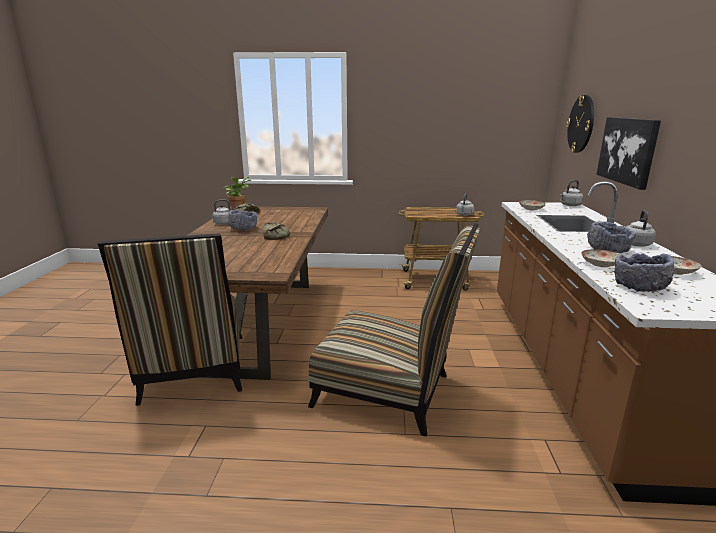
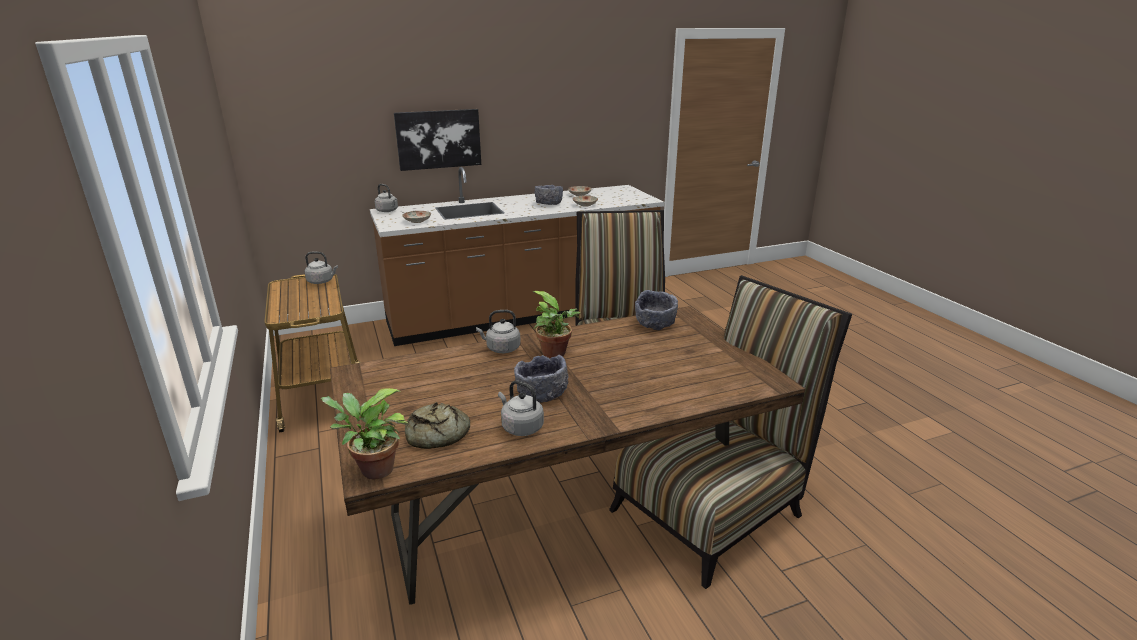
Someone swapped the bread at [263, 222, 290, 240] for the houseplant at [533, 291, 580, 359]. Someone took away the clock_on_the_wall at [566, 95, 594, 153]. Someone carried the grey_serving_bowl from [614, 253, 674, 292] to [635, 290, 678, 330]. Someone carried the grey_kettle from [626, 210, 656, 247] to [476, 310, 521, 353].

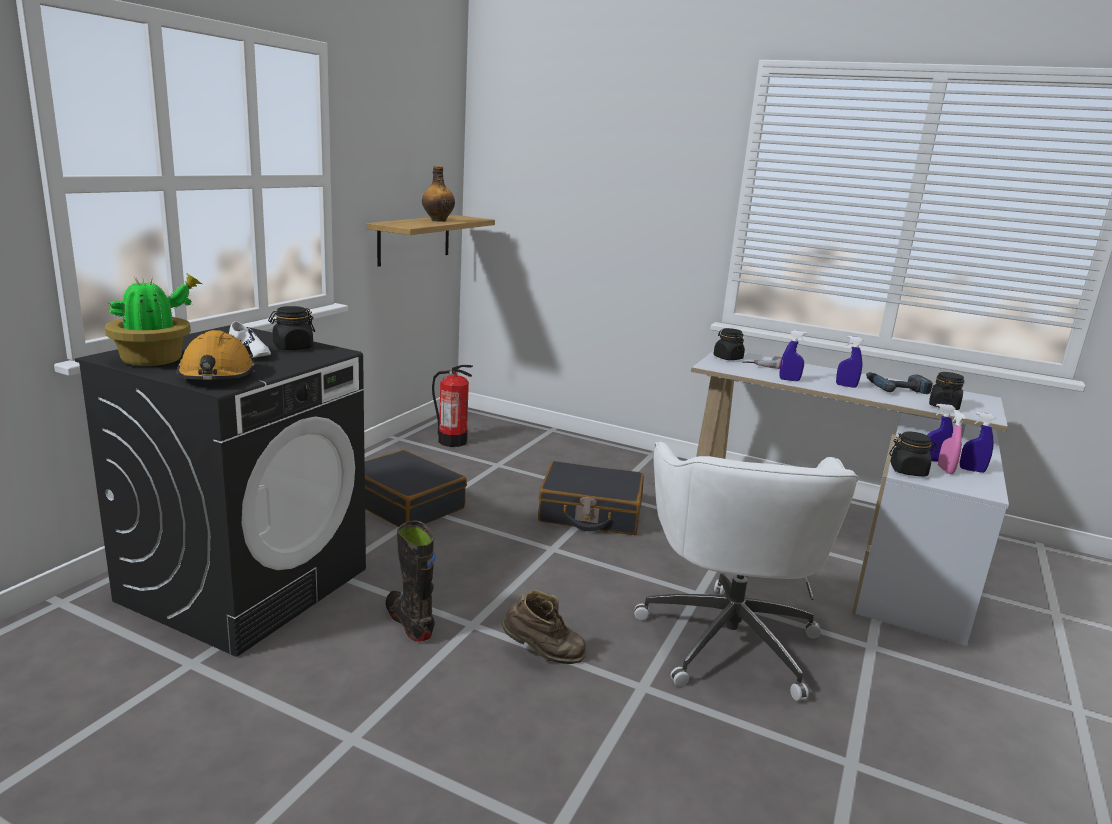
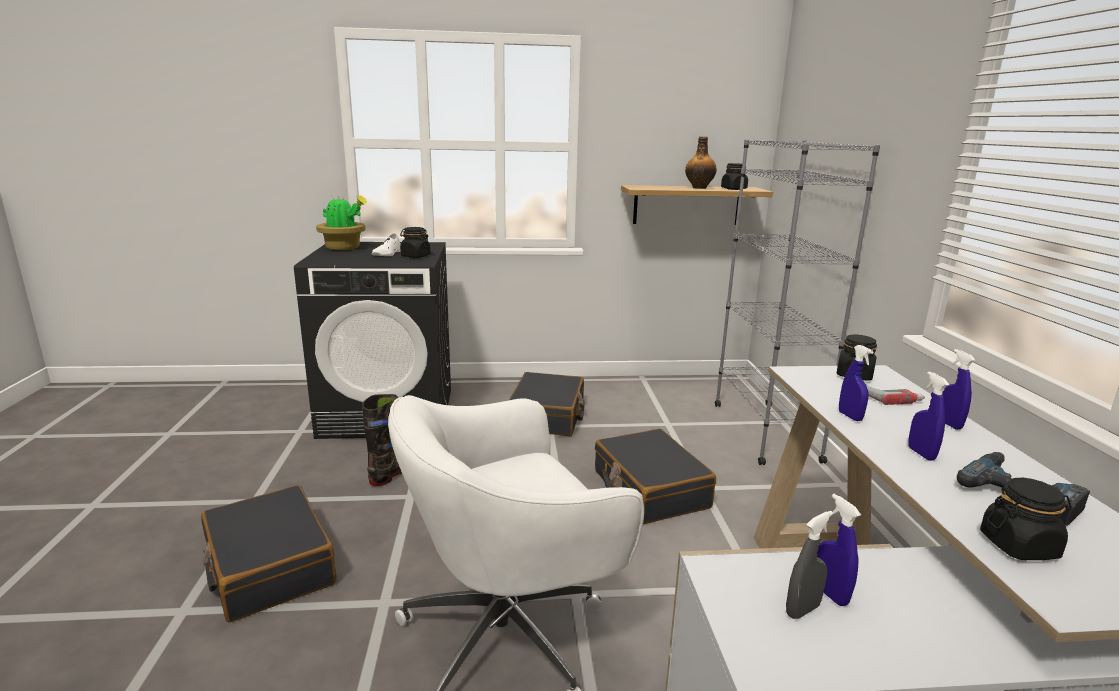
Someone took away the orange-coloured_hard_hat at [177, 330, 255, 380]. Someone took away the extinguisher at [432, 365, 473, 447]. Someone took away the brownish_tall_boot at [502, 590, 587, 664]. Someone carried the black-coloured_storage_jar from [889, 432, 938, 477] to [721, 163, 748, 190]. Someone repainted the pink-coloured_hand_sprayer at [938, 410, 966, 474], which became the grey_hand_sprayer at [786, 511, 833, 619]. Someone carried the blue_hand_sprayer from [960, 412, 996, 473] to [942, 349, 975, 430]. Someone put down the black-coloured_travel_case at [201, 485, 336, 622]. Someone put down the grey_bookshelf at [715, 139, 880, 465].

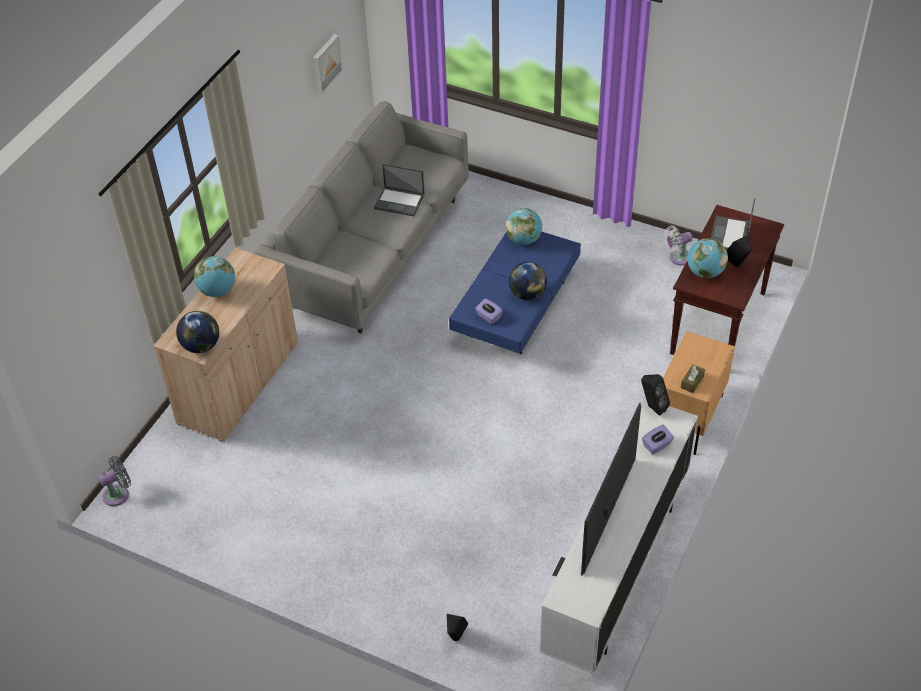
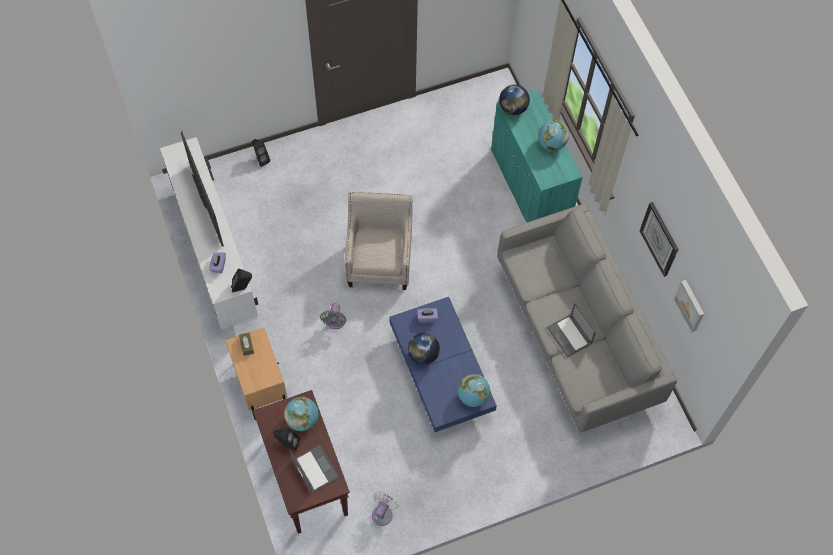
Someone carried the grey_electric_fan from [98, 456, 131, 506] to [320, 303, 346, 329]. Someone repainted the sand-coloured_cabinet at [153, 248, 298, 442], which became the turquoise-coloured_cabinet at [491, 89, 583, 223]. Someone rotated the laptop at [374, 164, 425, 216] by 90 degrees counterclockwise. Someone put down the sand-coloured_armchair at [345, 192, 413, 290]. Someone put up the clock_on_the_wall at [640, 202, 678, 277].

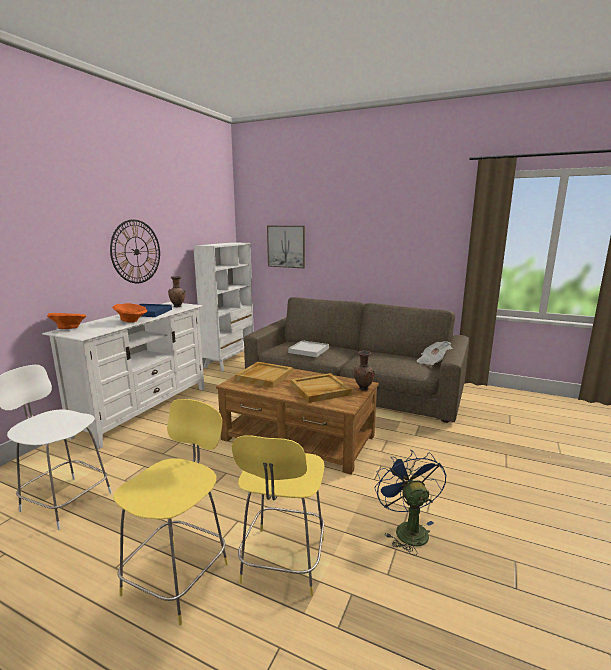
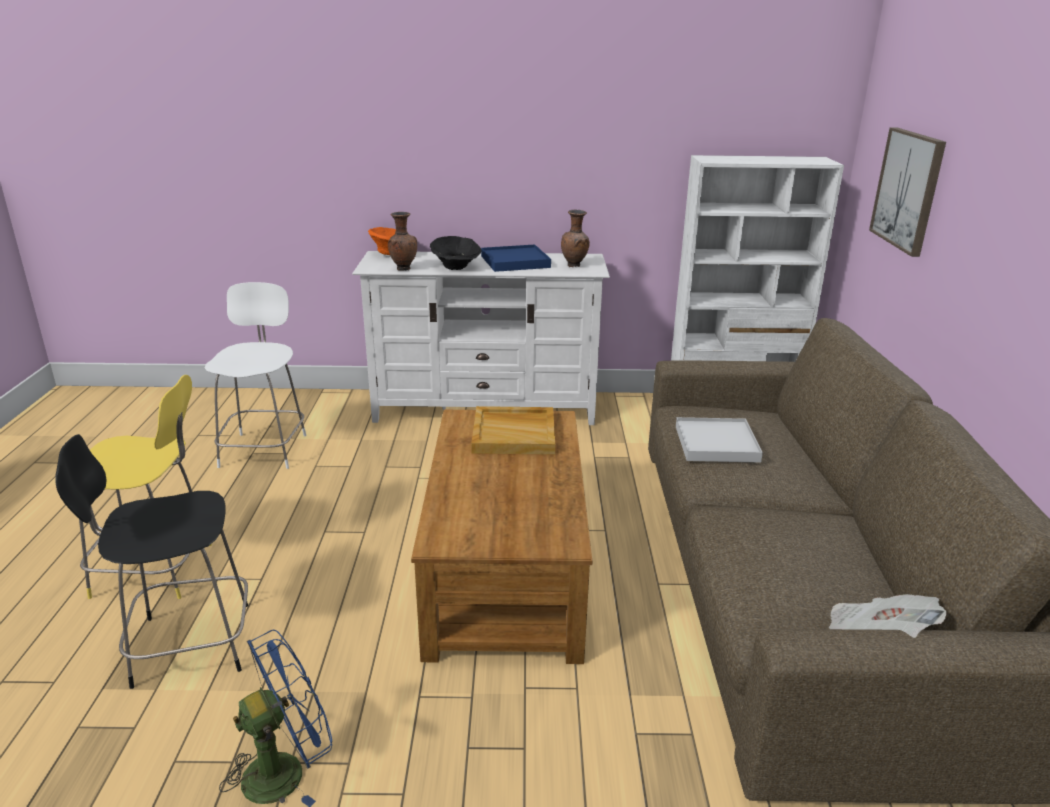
Someone took away the clock_on_the_wall at [110, 219, 160, 283]. Someone repainted the orange-coloured_serving_bowl at [112, 303, 147, 323], which became the black-coloured_serving_bowl at [430, 236, 482, 270]. Someone repainted the yellowish_stool_seat at [232, 435, 325, 596], which became the black-coloured_stool_seat at [55, 434, 248, 689]. Someone took away the sand-coloured_tray at [291, 373, 352, 403]. Someone carried the brownish_flower_vase from [354, 351, 375, 391] to [388, 212, 417, 271].

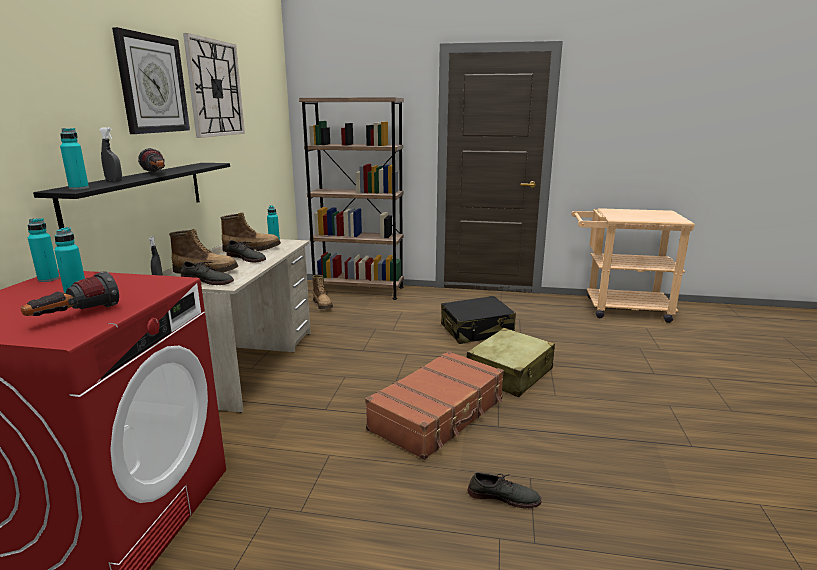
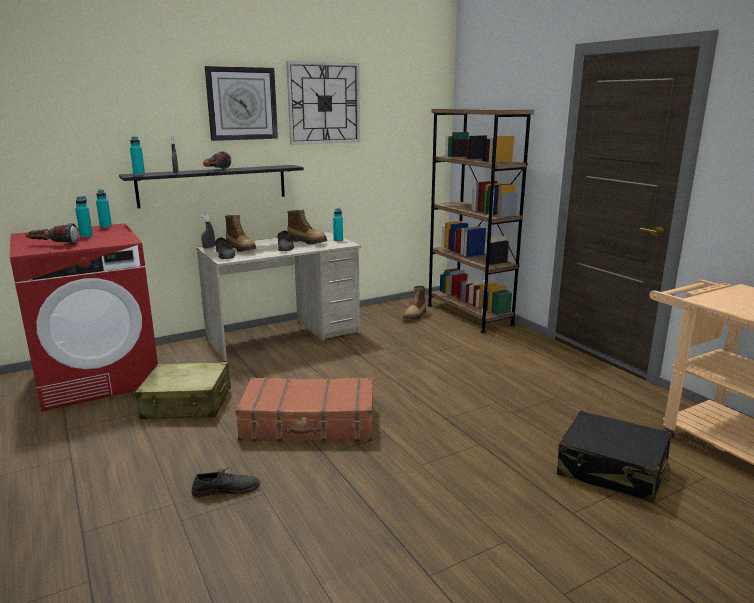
Someone carried the black-coloured_travel_case from [441, 296, 516, 344] to [557, 411, 672, 503]. Someone carried the sand-coloured_travel_case from [467, 328, 555, 397] to [135, 362, 231, 419]. Someone rotated the grey_item_of_footwear at [467, 473, 542, 508] by 75 degrees counterclockwise.

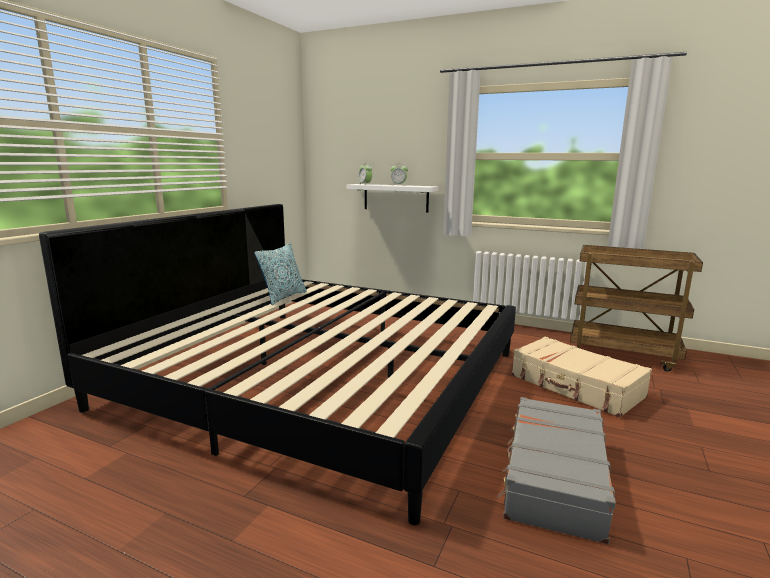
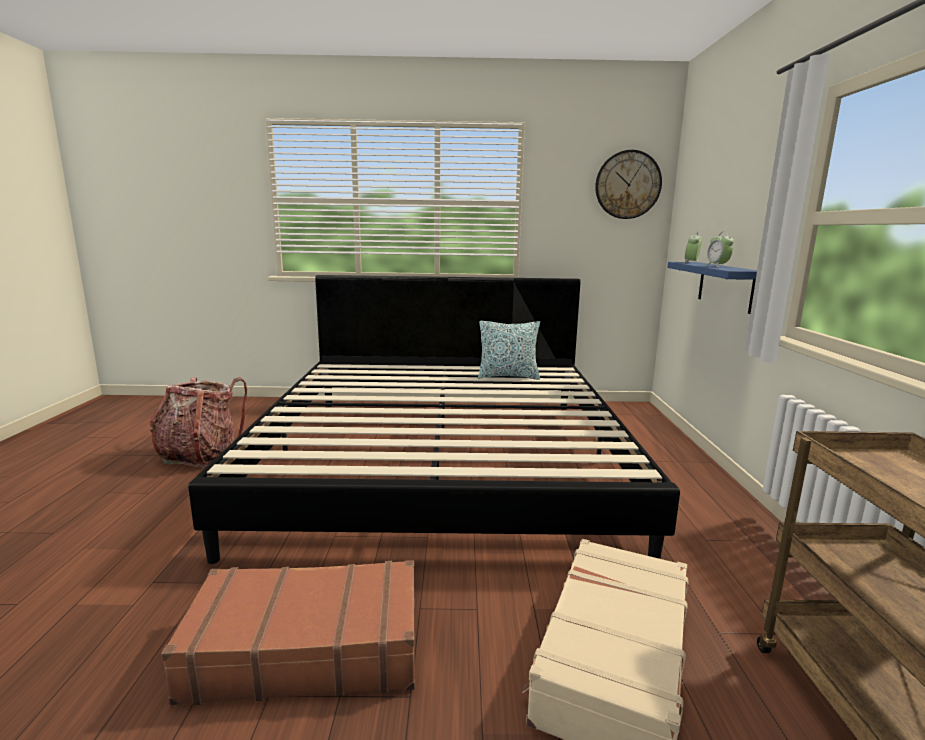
Someone repainted the white_wall_shelf at [347, 184, 438, 213], which became the blue_wall_shelf at [667, 262, 757, 314]. Someone repainted the grey_travel_case at [497, 397, 616, 544], which became the brownish_travel_case at [161, 560, 415, 705]. Someone put down the backpack at [150, 377, 247, 468]. Someone put up the clock_on_the_wall at [595, 150, 662, 219].

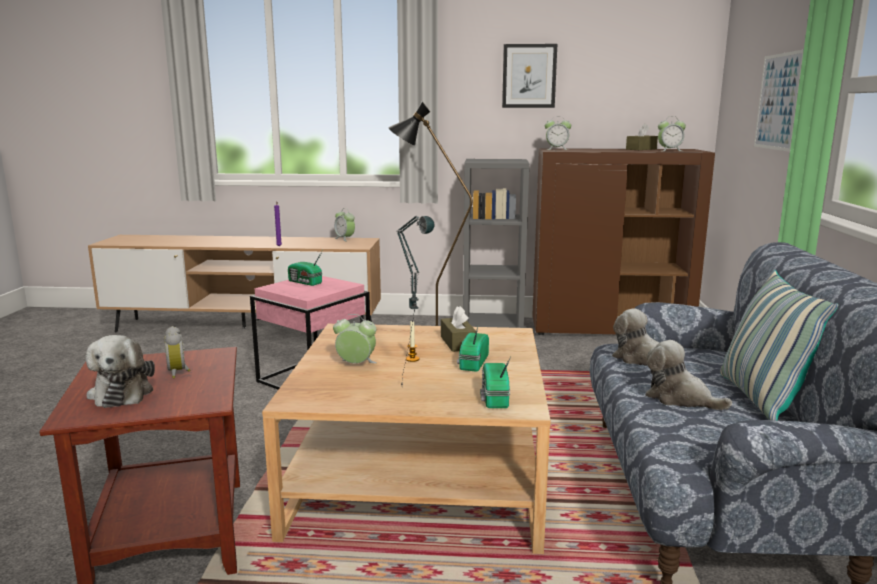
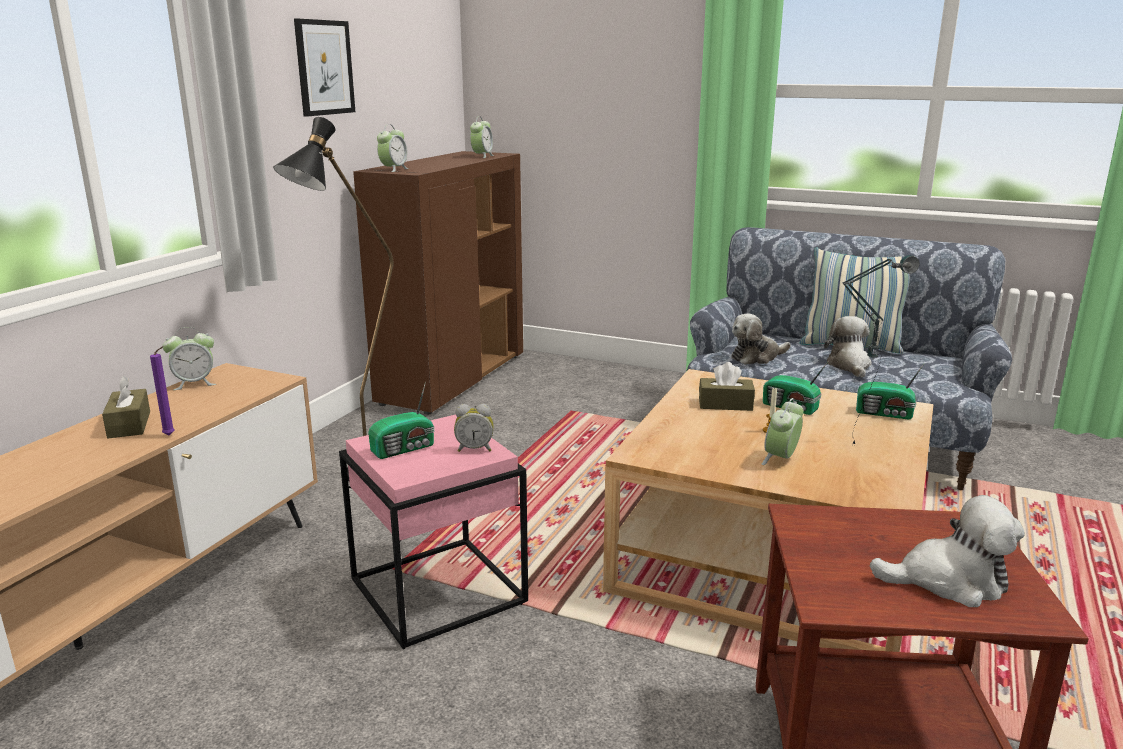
Someone carried the bedside_clock from [164, 326, 190, 378] to [454, 404, 494, 452]. Someone took away the grey_bookshelf at [463, 159, 529, 328]. Someone carried the brownish_box_of_tissues from [626, 123, 658, 150] to [102, 376, 150, 438]. Someone rotated the plush_toy at [645, 340, 732, 410] by 120 degrees clockwise. Someone took away the wall_art at [754, 49, 804, 152].

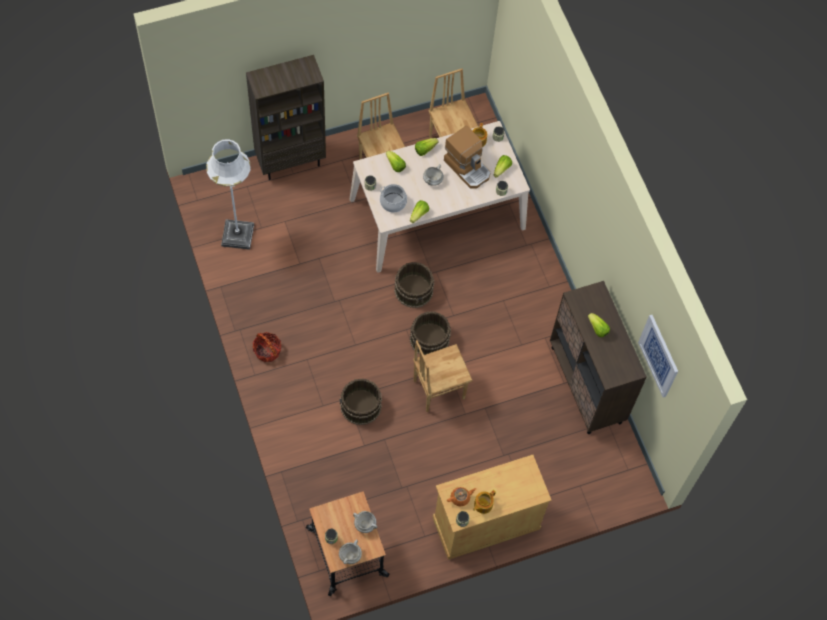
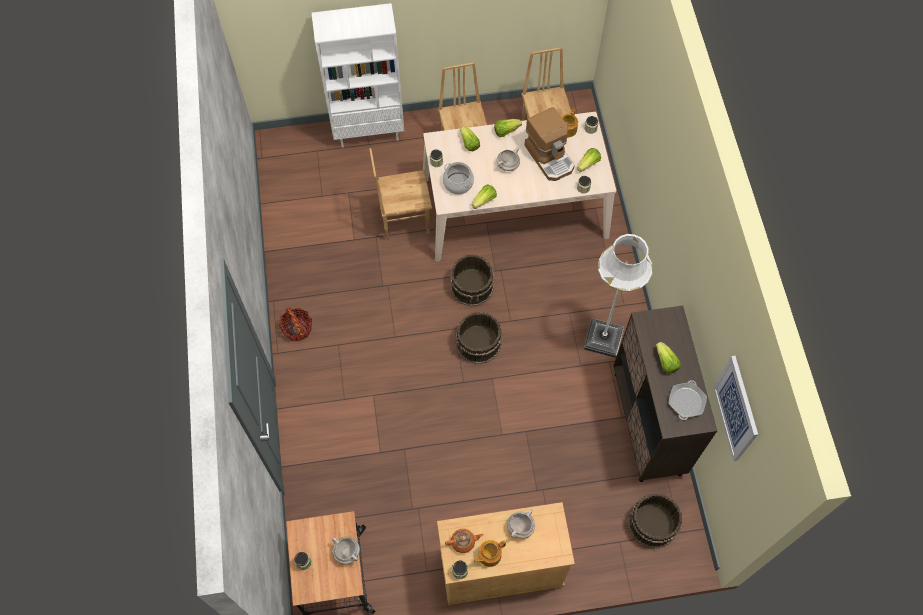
Someone carried the white_standard_lamp from [206, 139, 254, 250] to [584, 234, 652, 358]. Someone repainted the brownish_bookshelf at [246, 55, 326, 180], which became the white_bookshelf at [312, 3, 404, 148]. Someone carried the brownish_pail from [339, 378, 382, 425] to [628, 494, 682, 548]. Someone carried the white_stockpot from [339, 539, 362, 564] to [507, 510, 535, 539]. Someone carried the brownish_upright_chair from [413, 340, 473, 412] to [369, 148, 432, 241]. Someone put down the pan at [669, 380, 707, 420].

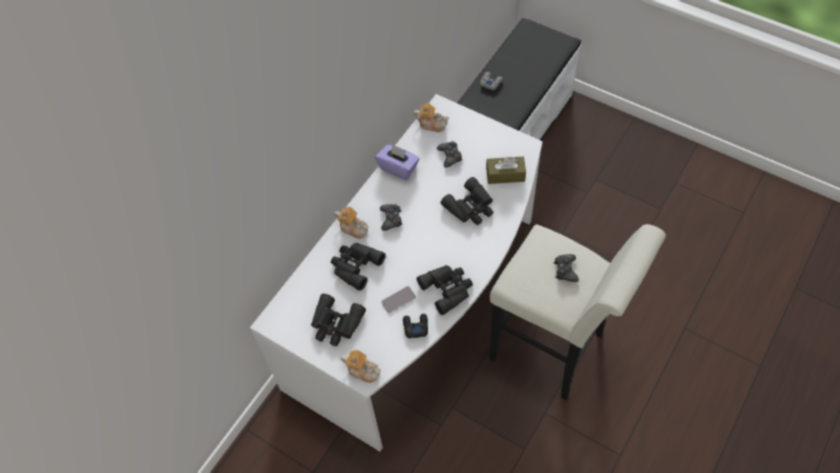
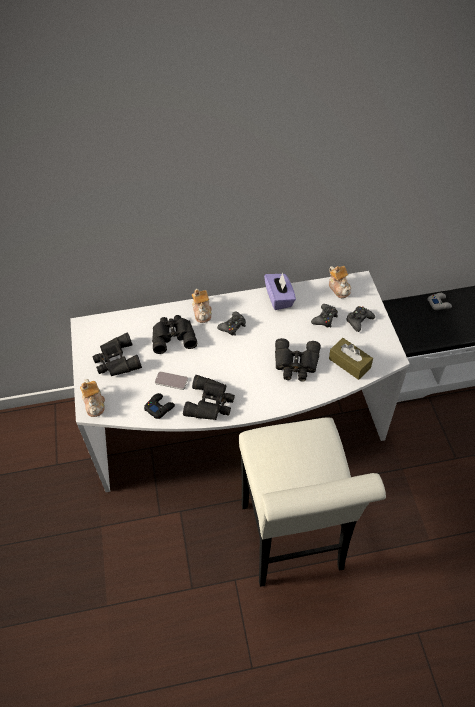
Someone carried the black-coloured_joypad from [554, 254, 579, 282] to [346, 306, 375, 332].

